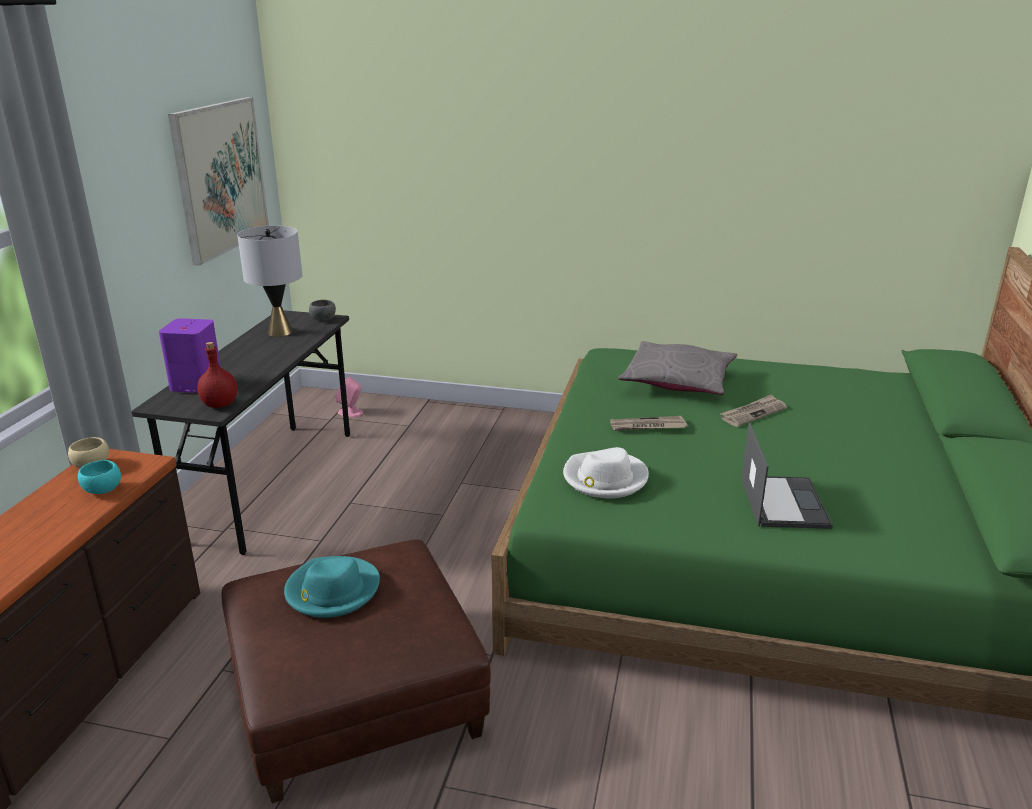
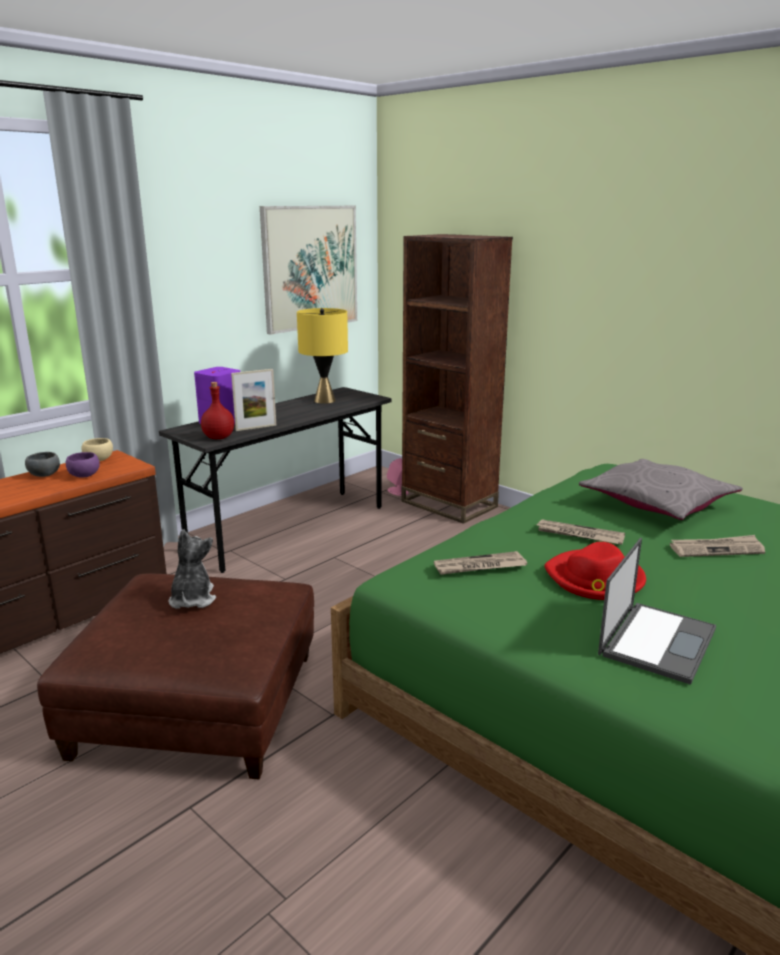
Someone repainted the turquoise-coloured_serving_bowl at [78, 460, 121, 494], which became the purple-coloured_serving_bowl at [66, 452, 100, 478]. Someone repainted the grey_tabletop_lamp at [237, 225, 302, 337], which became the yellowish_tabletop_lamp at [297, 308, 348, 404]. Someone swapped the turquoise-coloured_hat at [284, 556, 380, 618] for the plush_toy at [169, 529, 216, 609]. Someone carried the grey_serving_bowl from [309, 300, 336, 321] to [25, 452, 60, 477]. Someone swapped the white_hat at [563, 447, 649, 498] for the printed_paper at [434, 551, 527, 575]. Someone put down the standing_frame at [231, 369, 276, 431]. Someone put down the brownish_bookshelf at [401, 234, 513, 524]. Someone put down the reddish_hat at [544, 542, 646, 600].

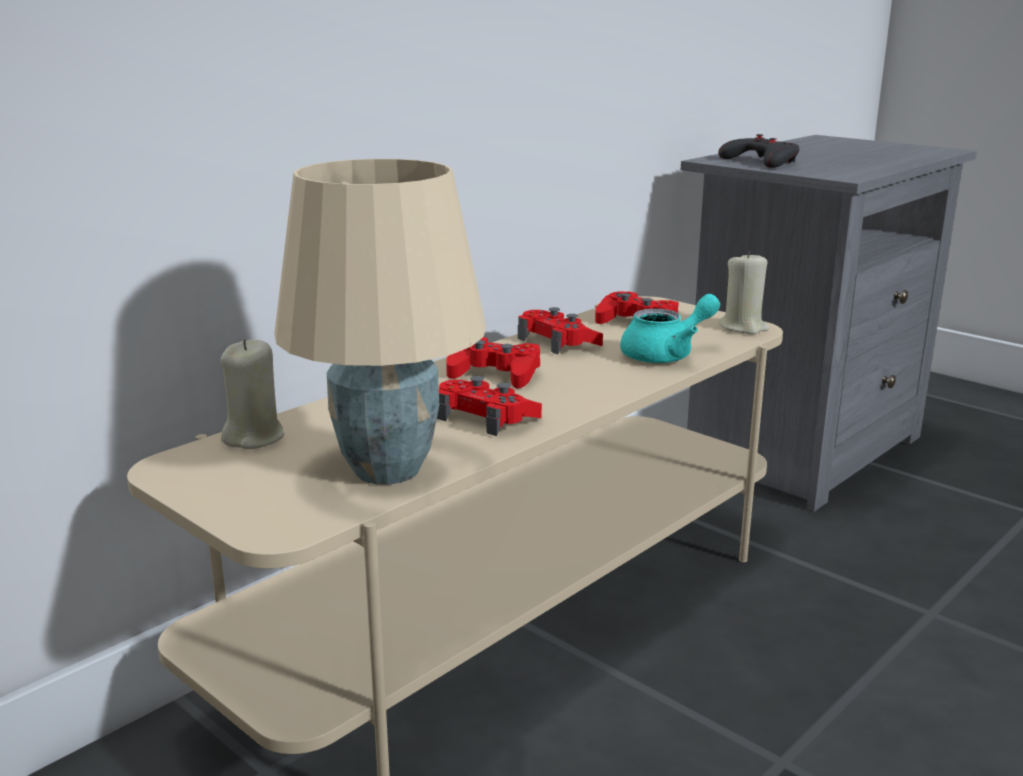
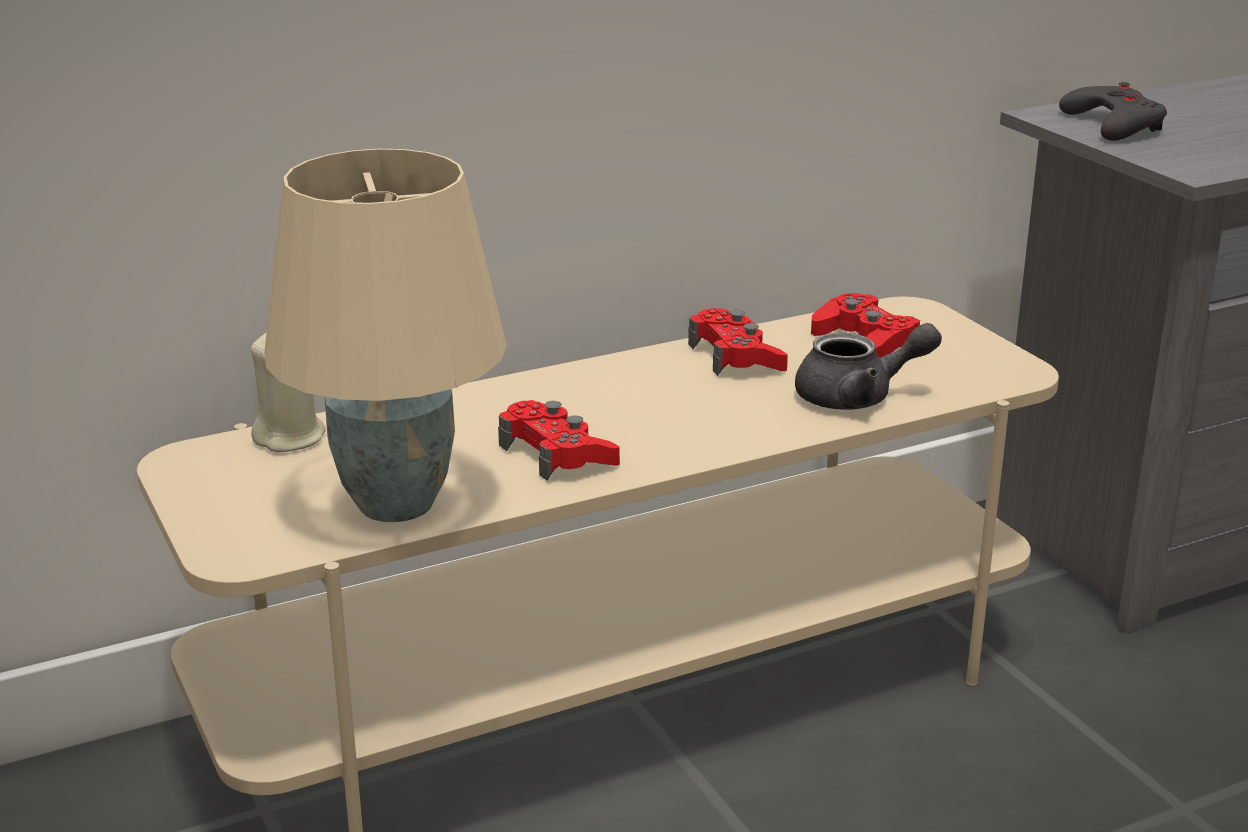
Someone took away the reddish_joypad at [446, 337, 540, 389]. Someone repainted the turquoise-coloured_teapot at [620, 294, 720, 363], which became the grey_teapot at [795, 323, 942, 410]. Someone took away the sand-coloured_wax_candle at [719, 251, 769, 334].

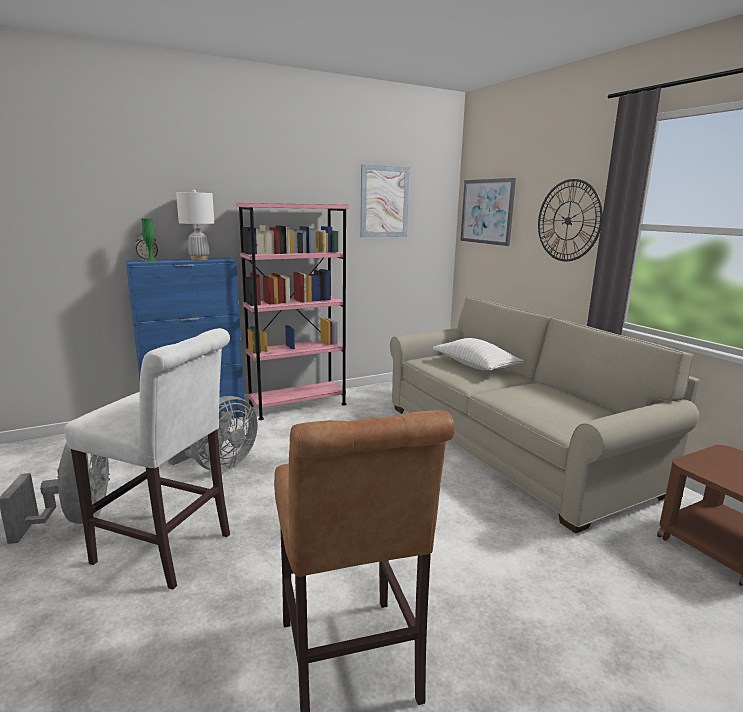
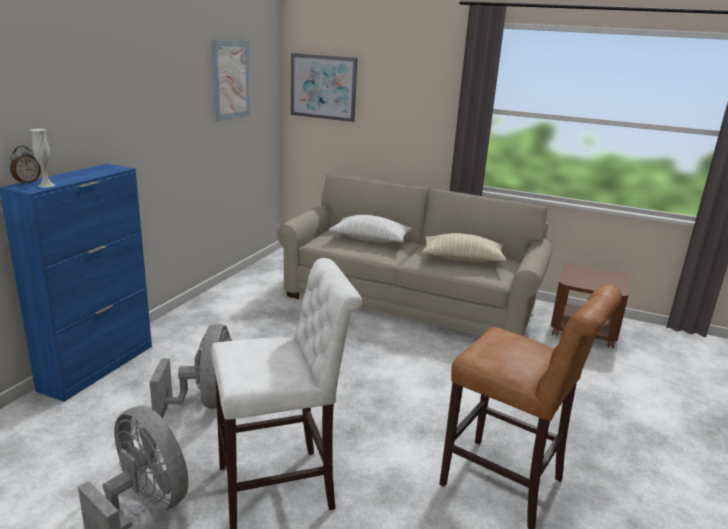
Someone repainted the greenish_flower_vase at [141, 218, 157, 262], which became the white_flower_vase at [30, 129, 55, 187]. Someone took away the white_tabletop_lamp at [176, 190, 214, 260]. Someone took away the pink-coloured_bookshelf at [236, 203, 349, 420]. Someone took away the clock_on_the_wall at [538, 179, 603, 261]. Someone put down the sand-coloured_pillow at [422, 233, 507, 263].

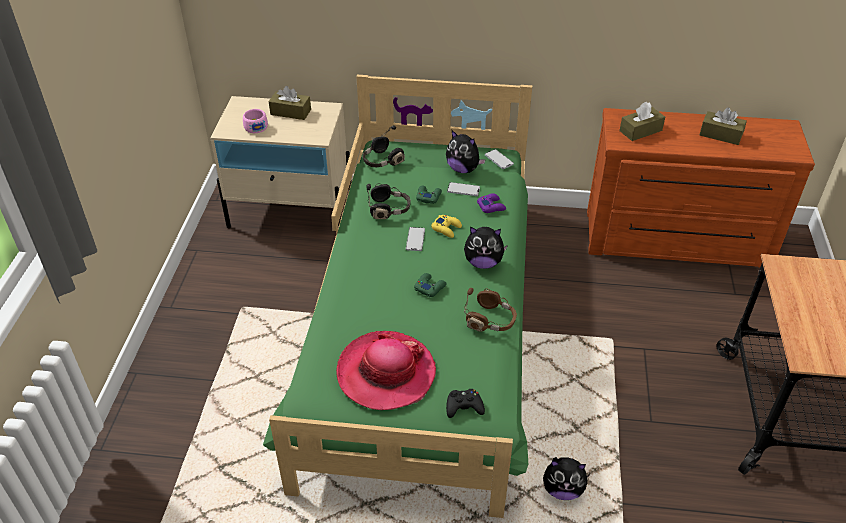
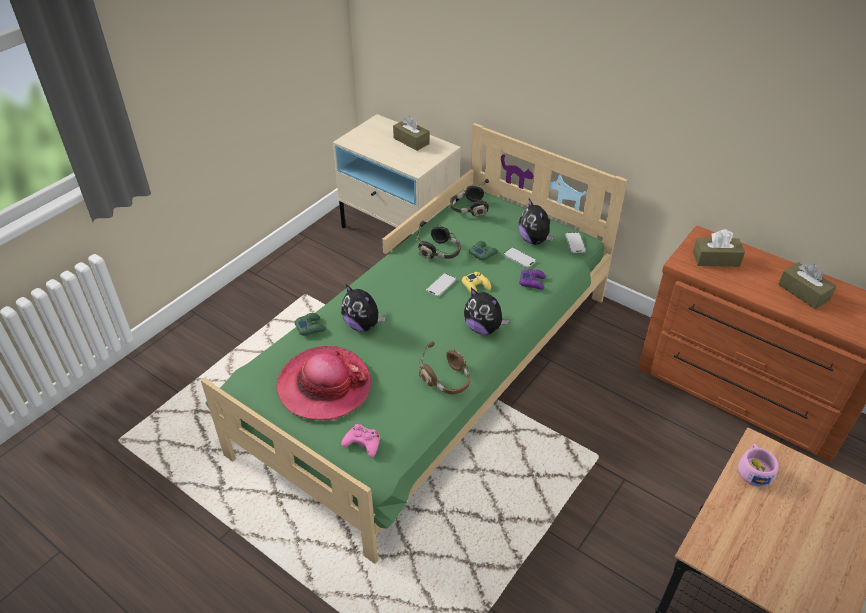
Someone carried the pink-coloured_cup from [243, 109, 268, 133] to [738, 444, 779, 487]. Someone carried the greenish_joypad from [414, 273, 446, 297] to [294, 313, 326, 336]. Someone repainted the black-coloured_joypad at [446, 389, 485, 418], which became the pink-coloured_joypad at [341, 424, 380, 458]. Someone carried the plush_toy from [543, 457, 590, 500] to [341, 284, 386, 332].

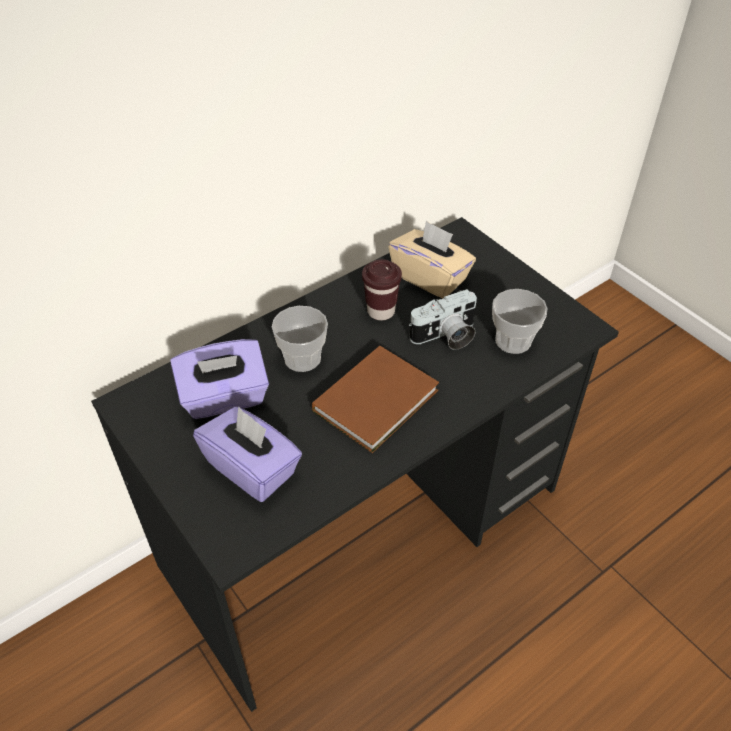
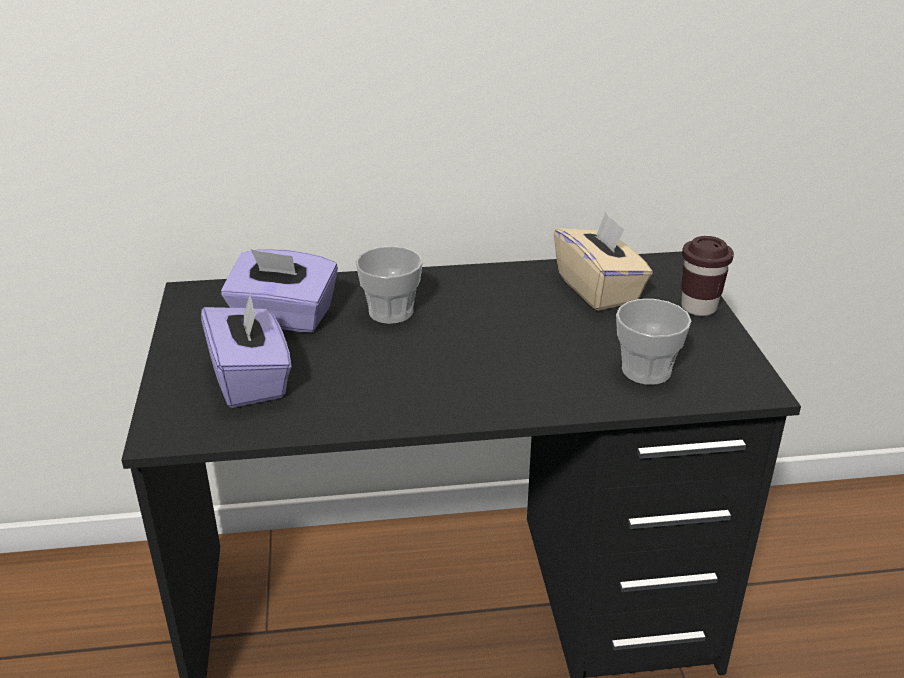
Someone took away the brownish_bound_book at [312, 346, 439, 453]. Someone carried the brownish_cup from [362, 259, 402, 320] to [681, 236, 734, 316]. Someone took away the still_camera at [409, 289, 477, 350].

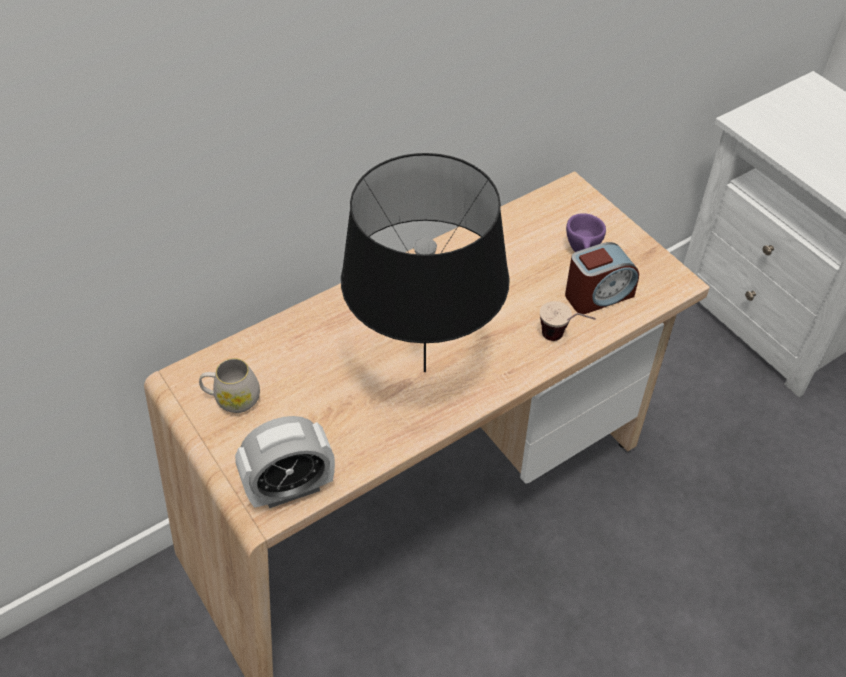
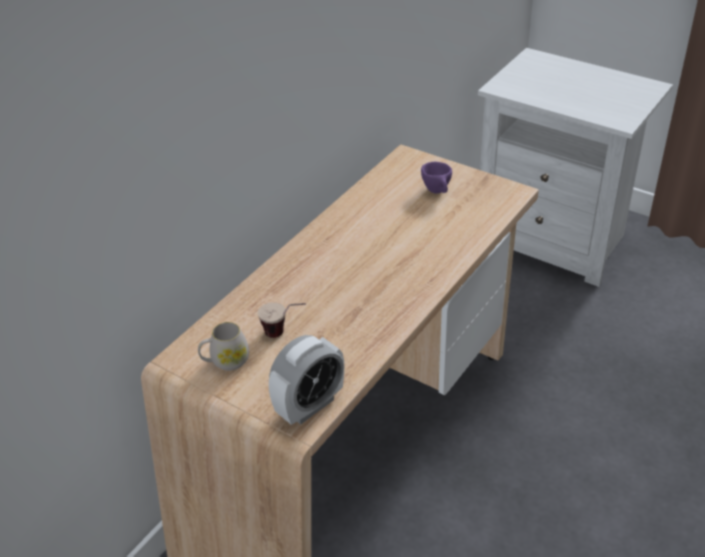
Someone took away the black-coloured_tabletop_lamp at [341, 153, 510, 372]. Someone carried the cup from [540, 301, 596, 341] to [258, 303, 306, 338]. Someone took away the bedside_clock at [565, 242, 639, 314].

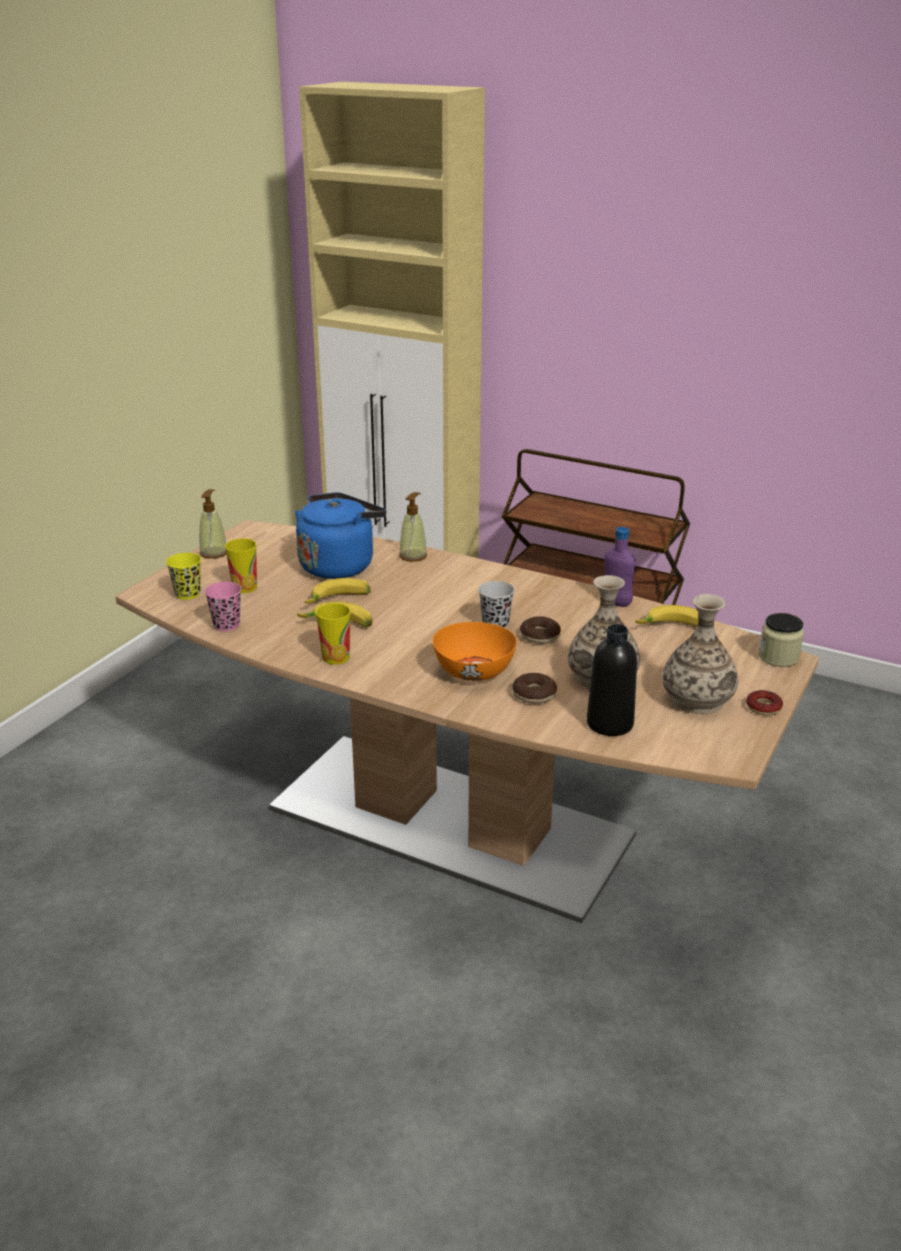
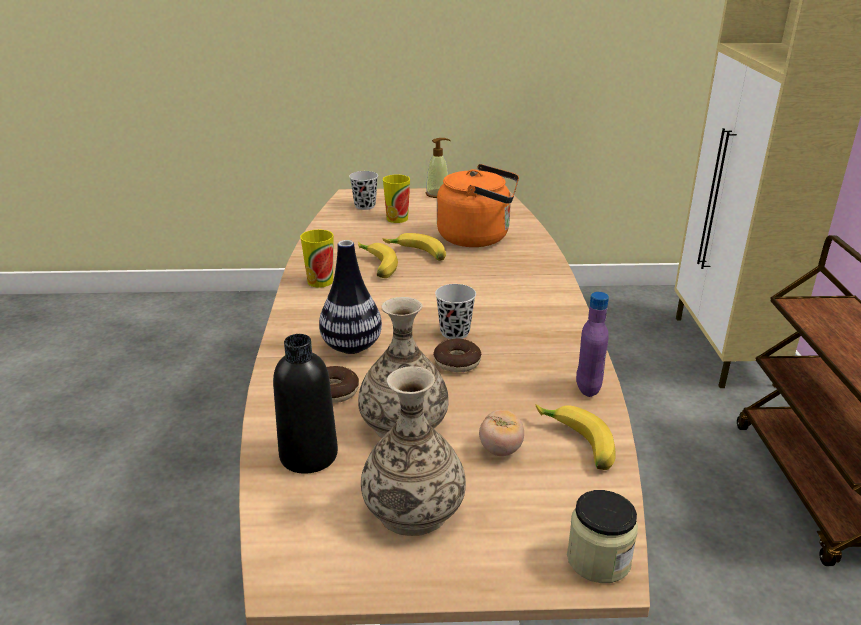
Someone repainted the yellowish_cup at [166, 553, 201, 600], which became the black-coloured_cup at [349, 171, 378, 210]. Someone took away the pink-coloured_cup at [205, 582, 241, 631]. Someone repainted the blue_kettle at [295, 492, 386, 579], which became the orange-coloured_kettle at [437, 164, 519, 247]. Someone took away the soap_bottle at [399, 492, 427, 562]. Someone swapped the orange-coloured_serving_bowl at [433, 622, 517, 681] for the flower_vase at [319, 240, 382, 354]. Someone took away the ring_doughnut at [746, 690, 783, 716]. Someone put down the tomato at [479, 410, 524, 456].

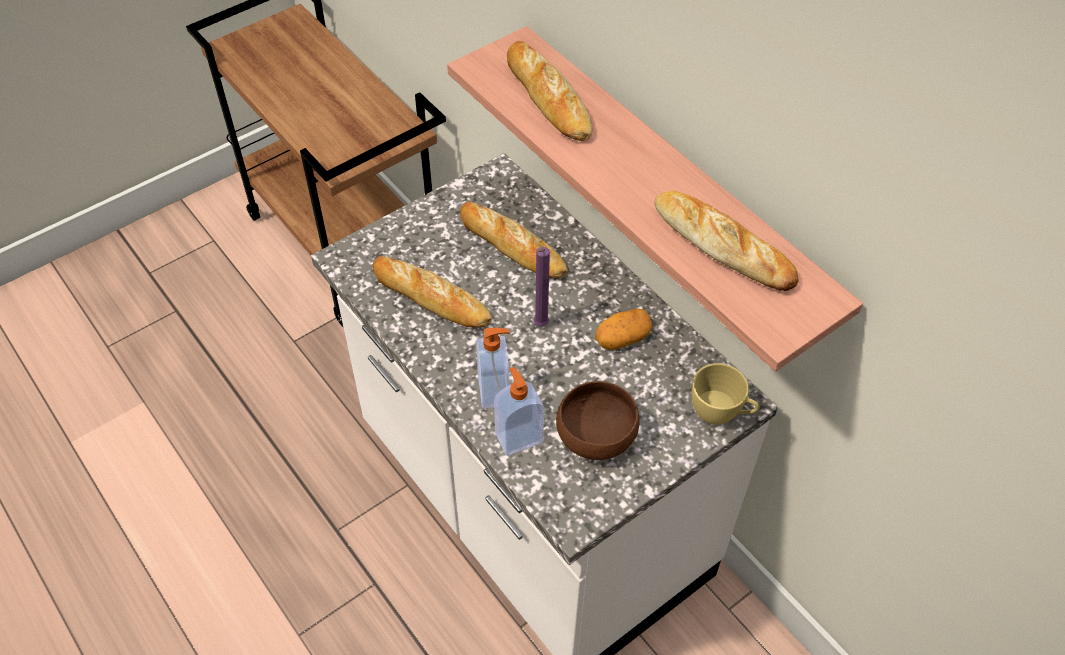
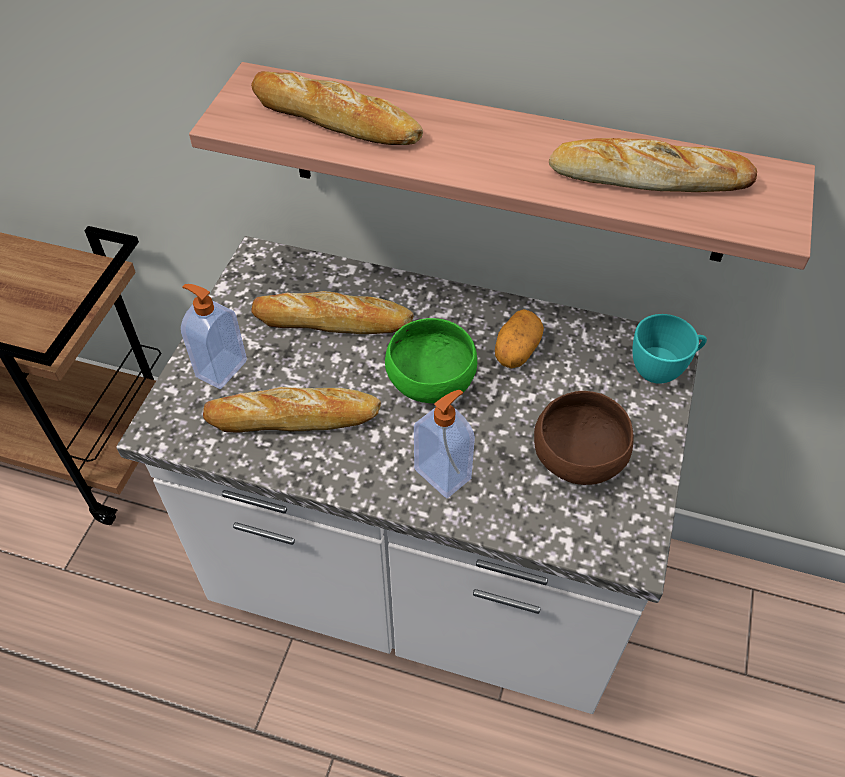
Someone carried the soap_bottle from [494, 367, 544, 456] to [181, 284, 247, 389]. Someone swapped the purple-coloured_wax_candle at [534, 247, 550, 326] for the greenish_serving_bowl at [385, 318, 477, 403]. Someone repainted the yellowish_cup at [692, 363, 760, 425], which became the turquoise-coloured_cup at [632, 314, 707, 384].

